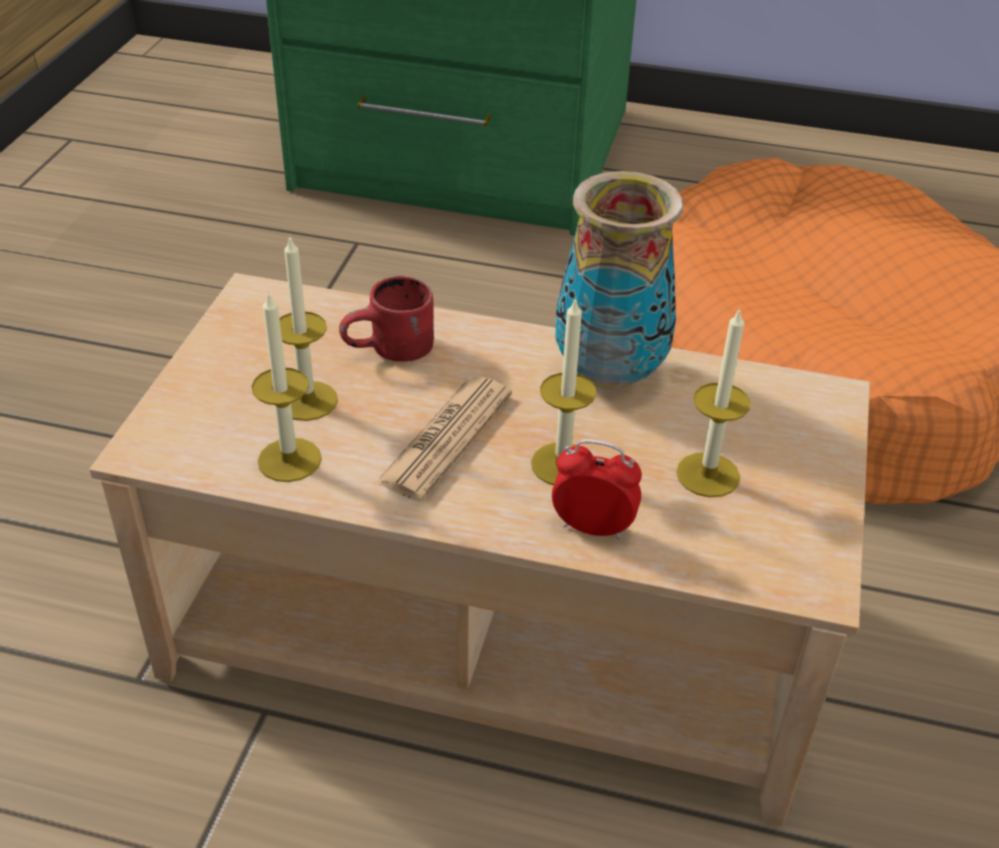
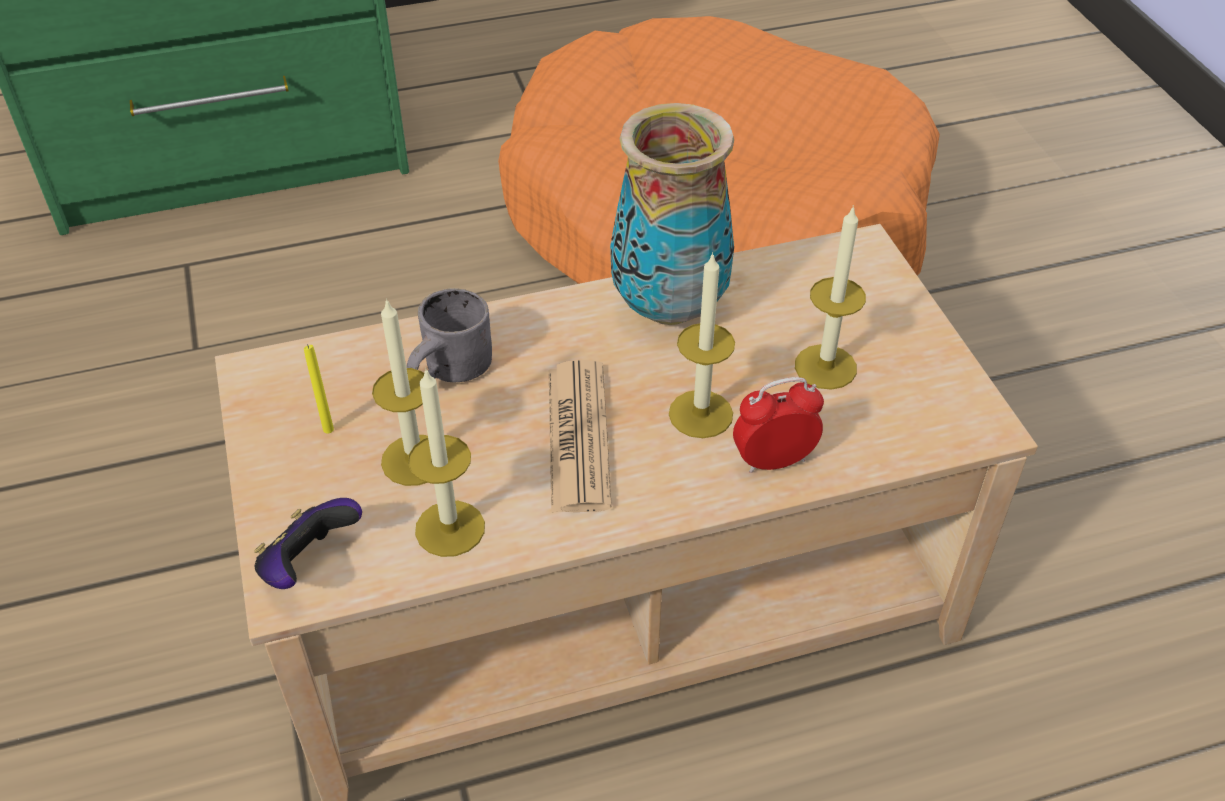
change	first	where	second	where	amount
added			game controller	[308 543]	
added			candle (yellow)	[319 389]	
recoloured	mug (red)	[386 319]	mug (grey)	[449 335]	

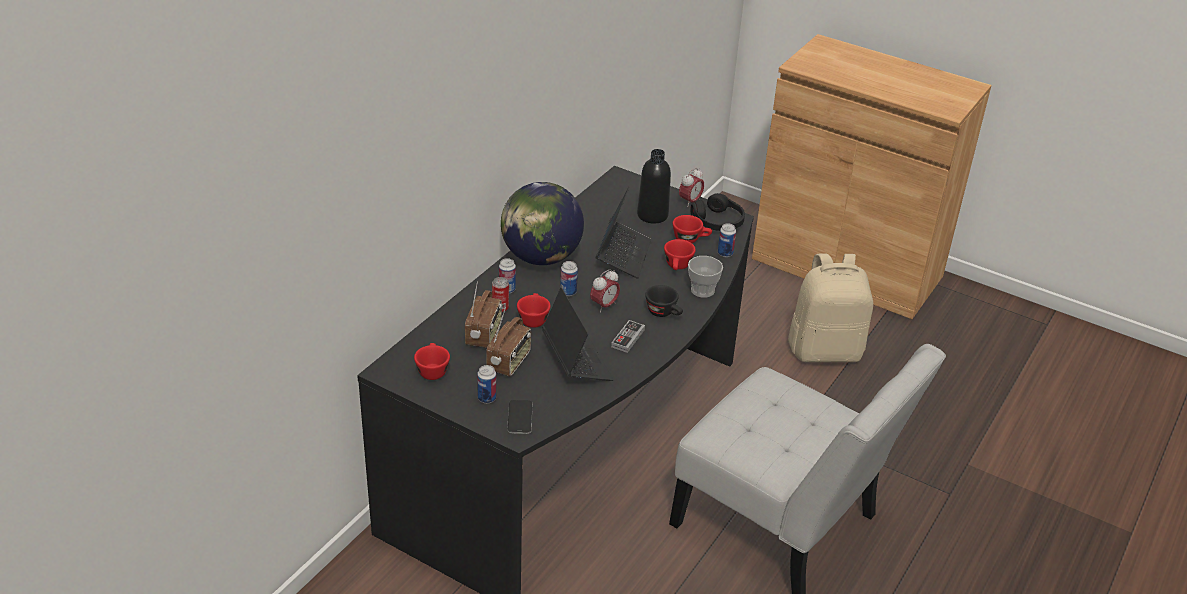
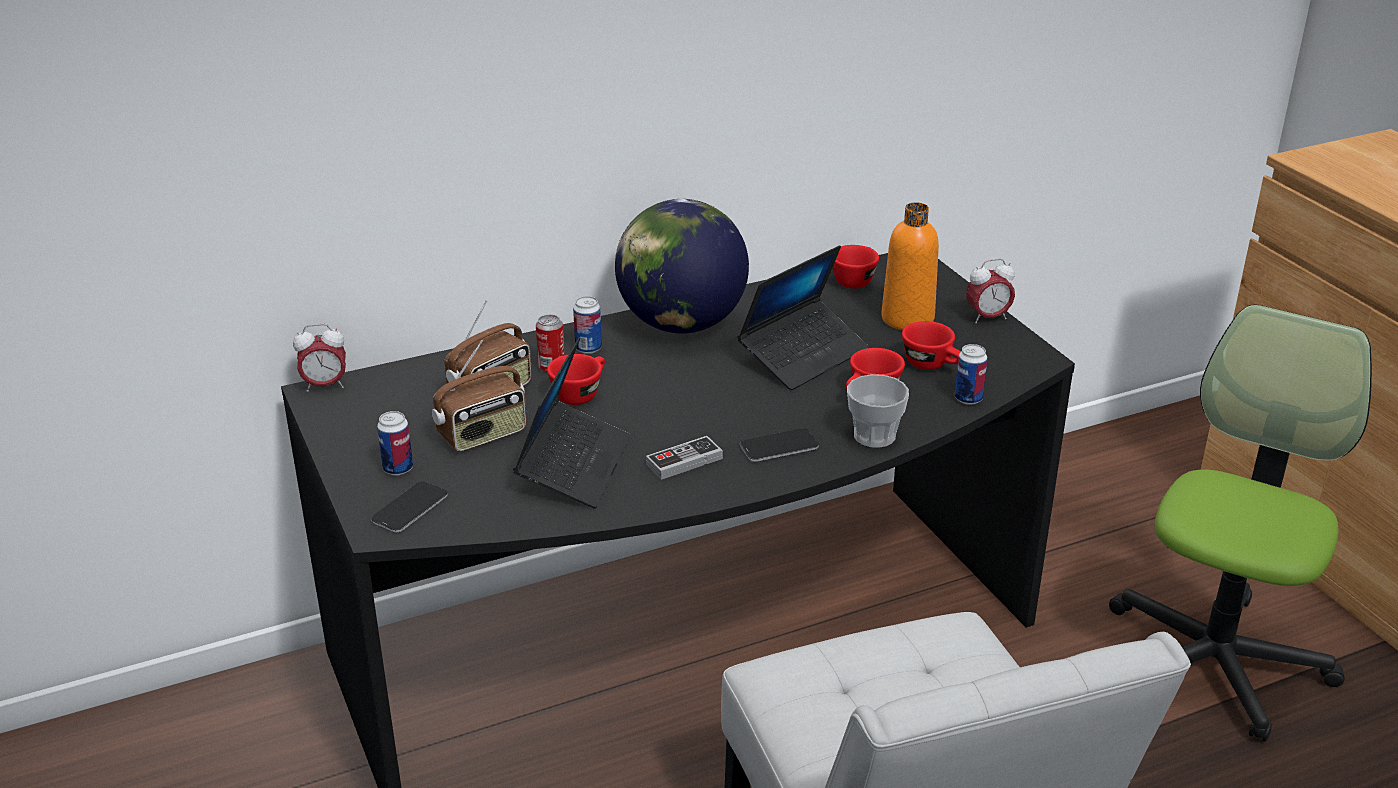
change	first	where	second	where	amount
removed	can	[569 278]			
removed	headphones (black)	[717 212]			
moved	cup (red)	[432 361]		[856 267]	
moved	alarm clock	[605 291]		[319 358]	
replaced	cup (black)	[664 301]	phone	[779 445]	
replaced	backpack (beige)	[830 308]	office chair	[1240 523]	
recoloured	bottle (black)	[654 186]	bottle (orange)	[910 266]	

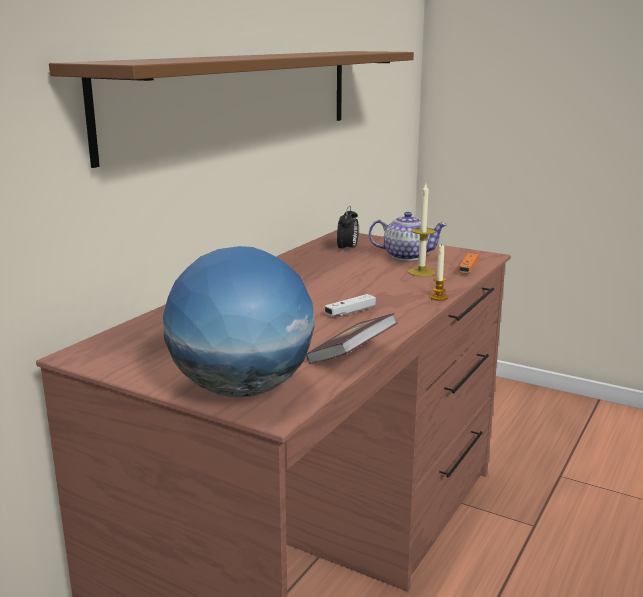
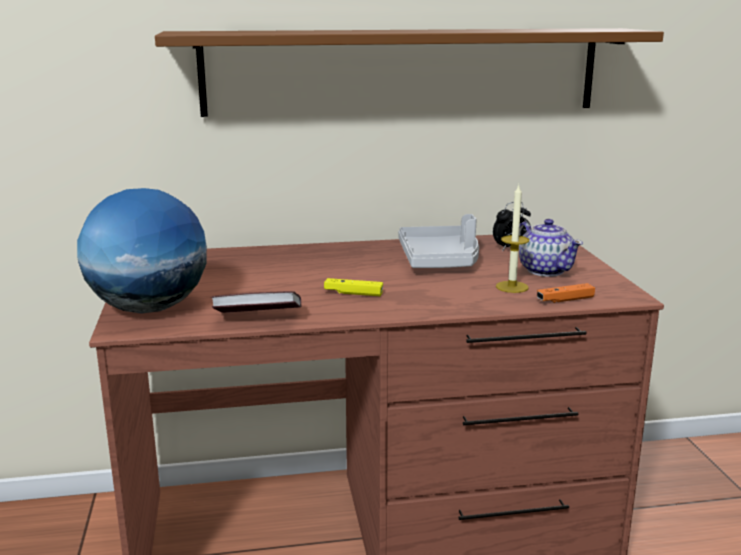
change	first	where	second	where	amount
removed	candle	[438 273]			
added			tray (grey)	[438 241]	
recoloured	game controller (white)	[350 305]	game controller (yellow)	[353 287]	

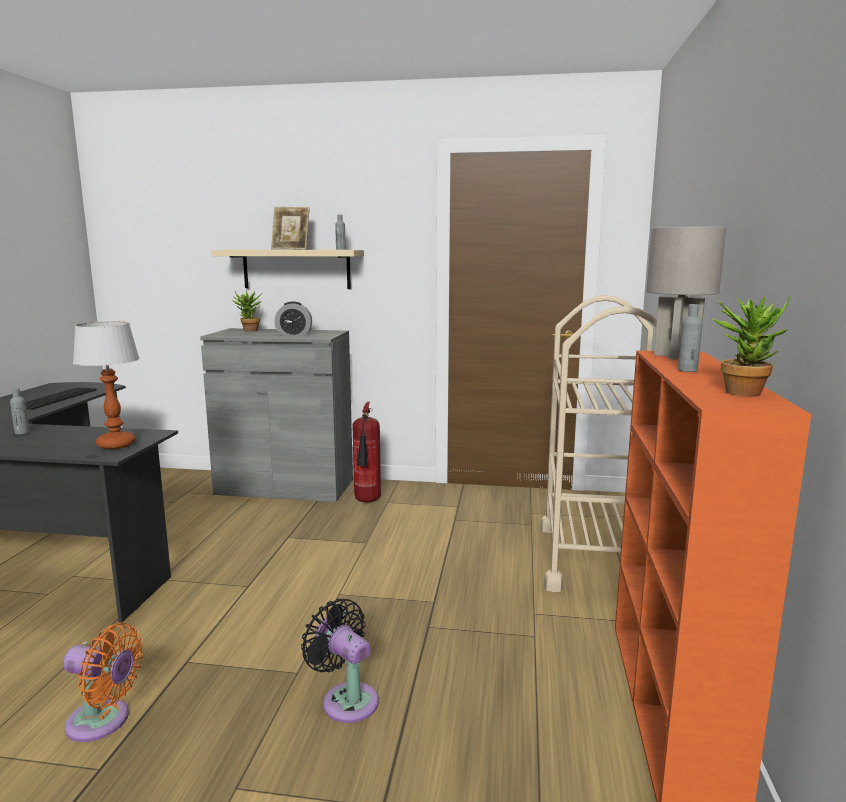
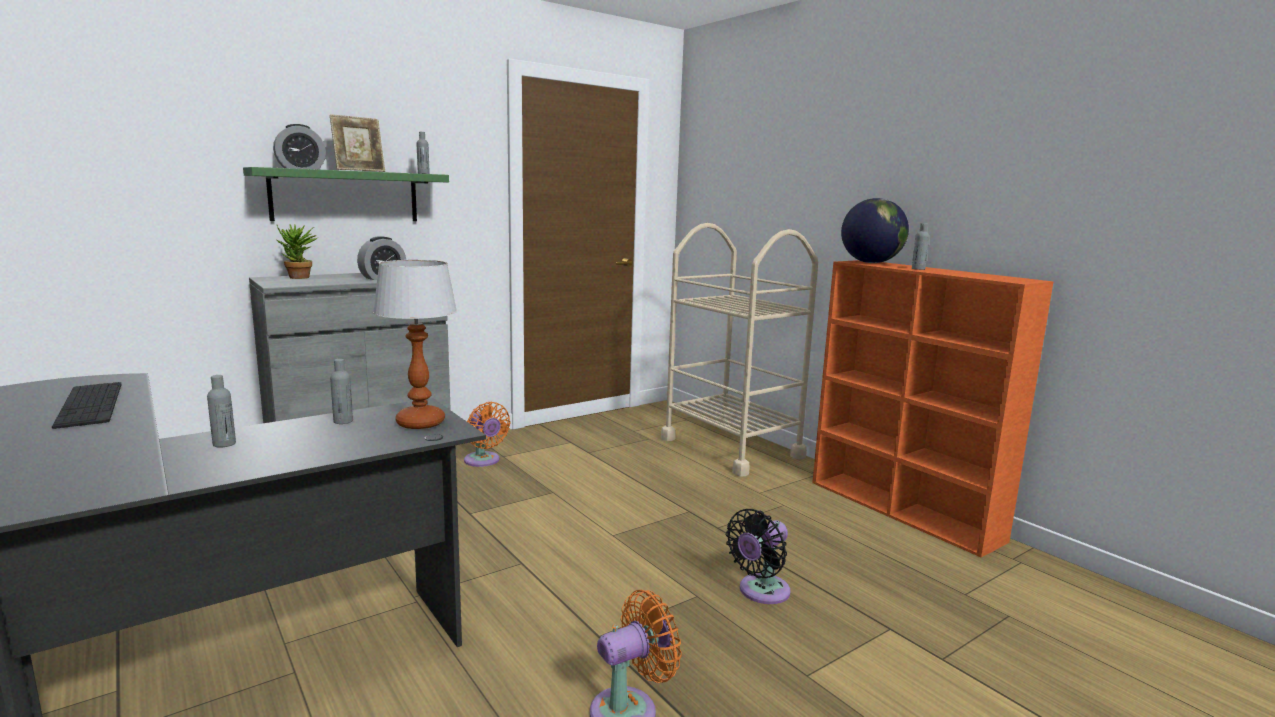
change	first	where	second	where	amount
removed	potted plant	[751 347]			
added			alarm clock	[299 146]	
added			bottle (grey)	[341 391]	
replaced	fire extinguisher	[366 452]	fan (orange)	[487 434]	
replaced	table lamp (grey)	[686 293]	globe	[875 230]	
recoloured	shelf (beige)	[288 269]	shelf (green)	[346 194]	
turned	fan (black)	[340 660]		[758 556]	45 degrees counterclockwise

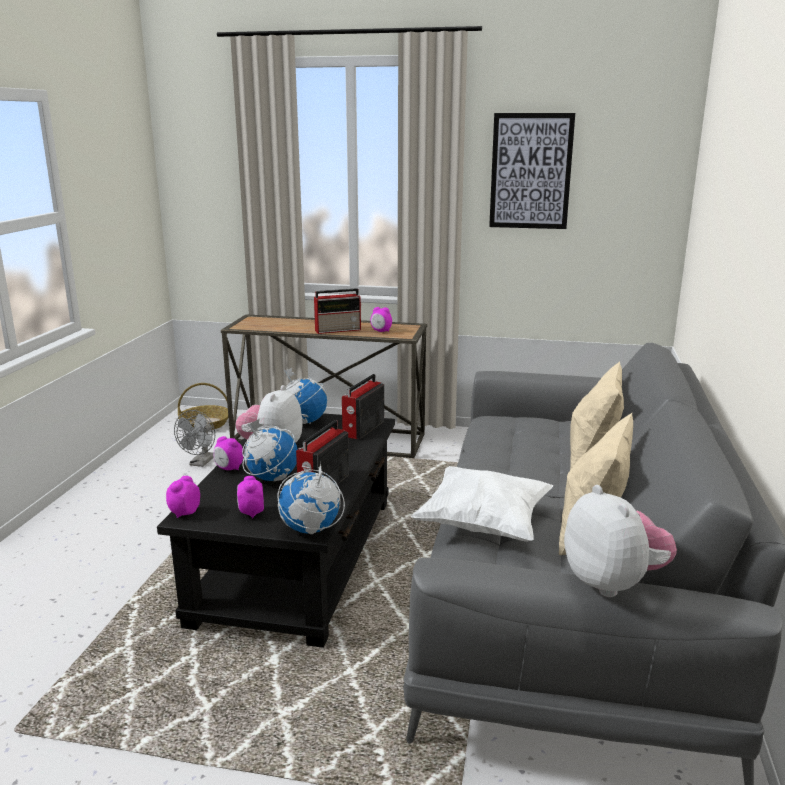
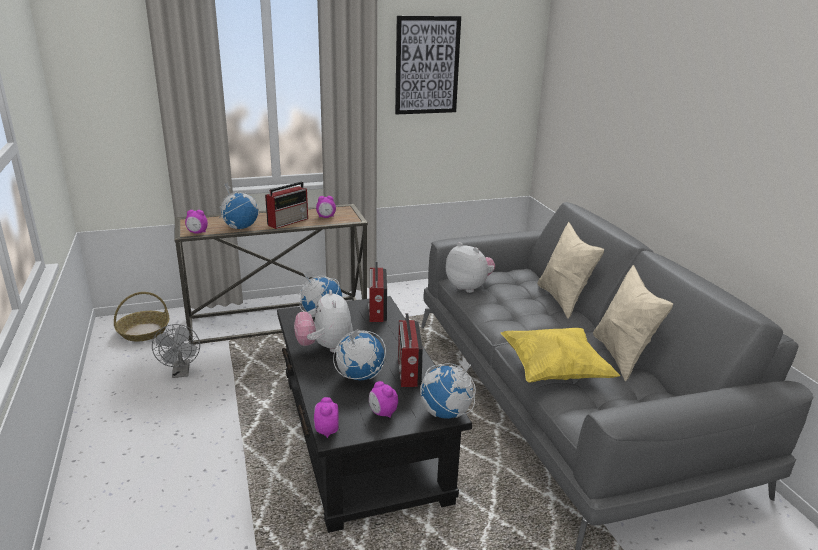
change	first	where	second	where	amount
added			globe	[239 206]	
moved	alarm clock	[228 453]		[196 222]	
moved	plush toy	[620 541]		[470 267]	
recoloured	pillow (white)	[482 504]	pillow (yellow)	[561 355]	

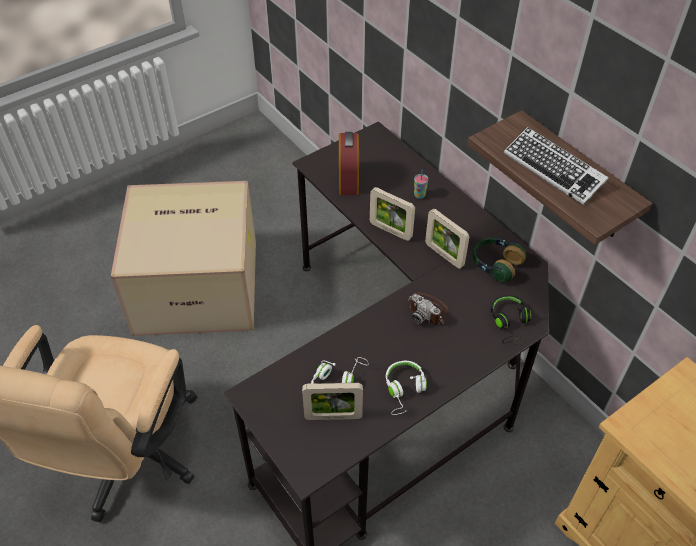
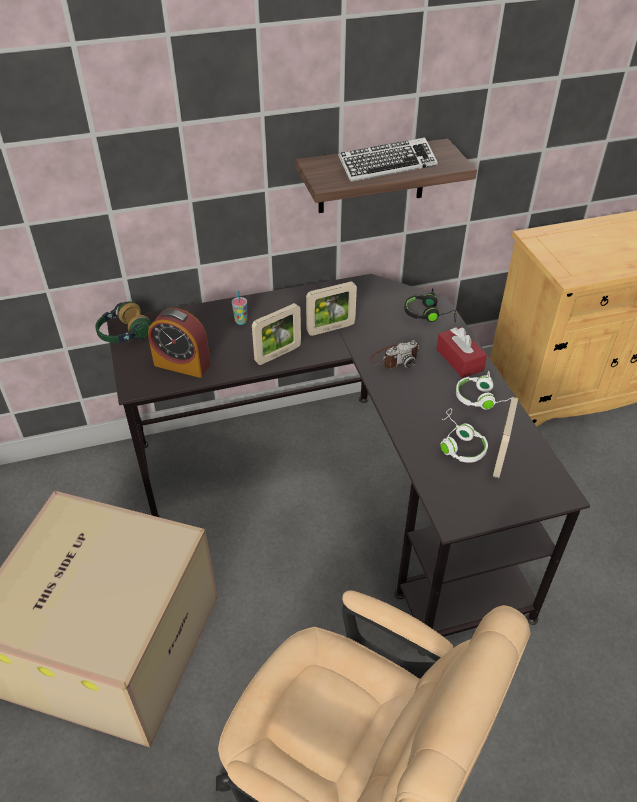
change	first	where	second	where	amount
added			tissue box (red)	[461 352]	
moved	headphones	[499 260]		[123 322]	

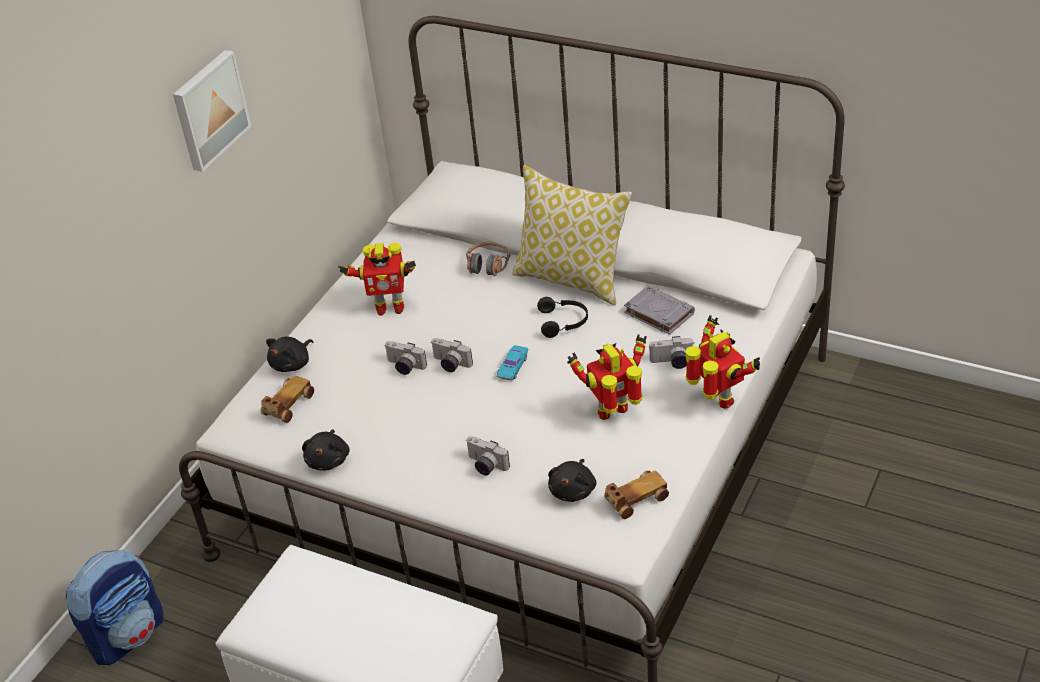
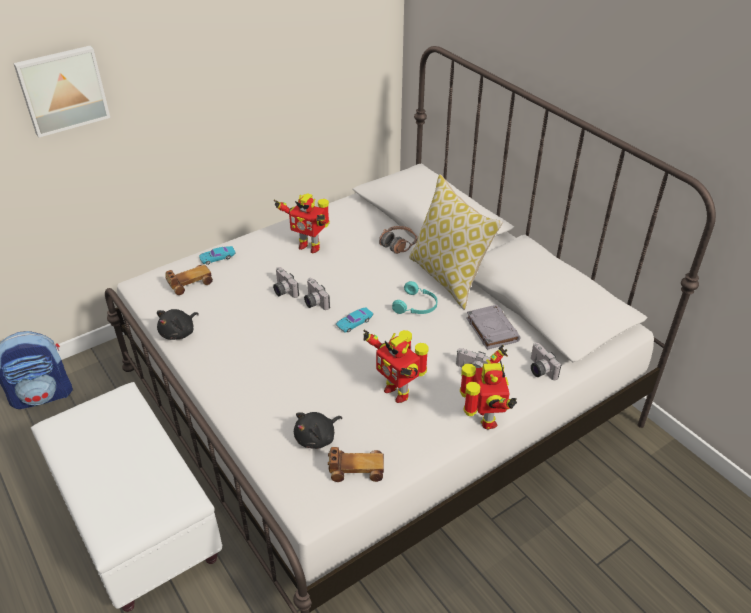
change	first	where	second	where	amount
moved	picture	[212 111]		[62 91]	
moved	photo camera	[488 456]		[546 361]	
replaced	plush toy (black)	[289 354]	toy car (turquoise)	[217 255]	
recoloured	headphones (black)	[562 317]	headphones (turquoise)	[415 297]	
turned	toy robot	[607 377]		[395 366]	135 degrees counterclockwise

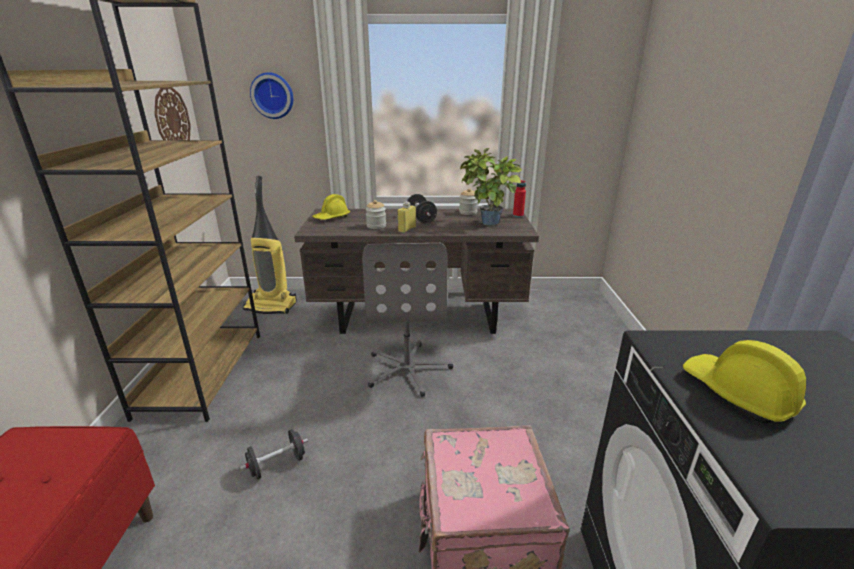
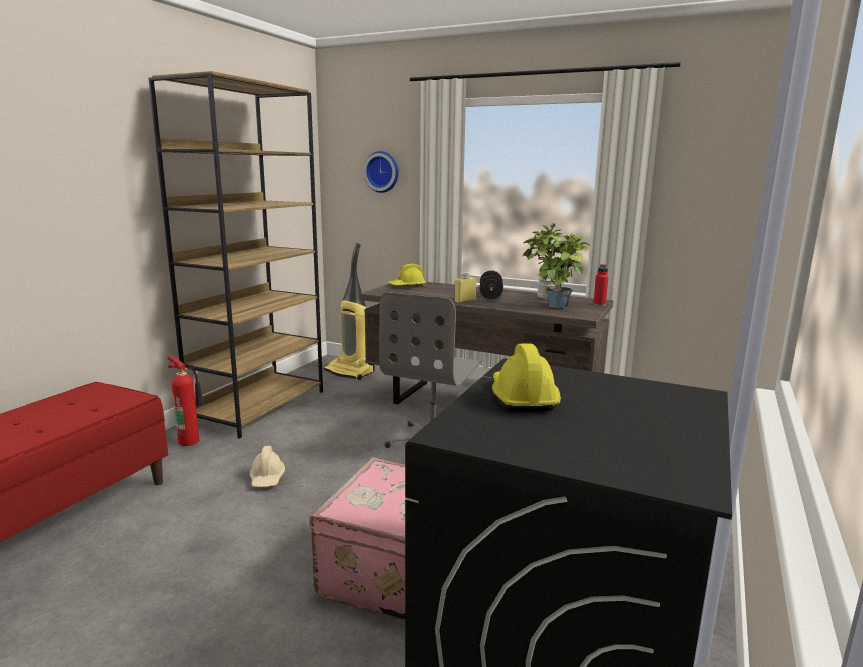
change	first	where	second	where	amount
removed	wall clock	[173 113]			
removed	jar	[376 214]			
added			fire extinguisher	[185 401]	
replaced	dumbbell (black)	[274 454]	hard hat (beige)	[267 466]	

